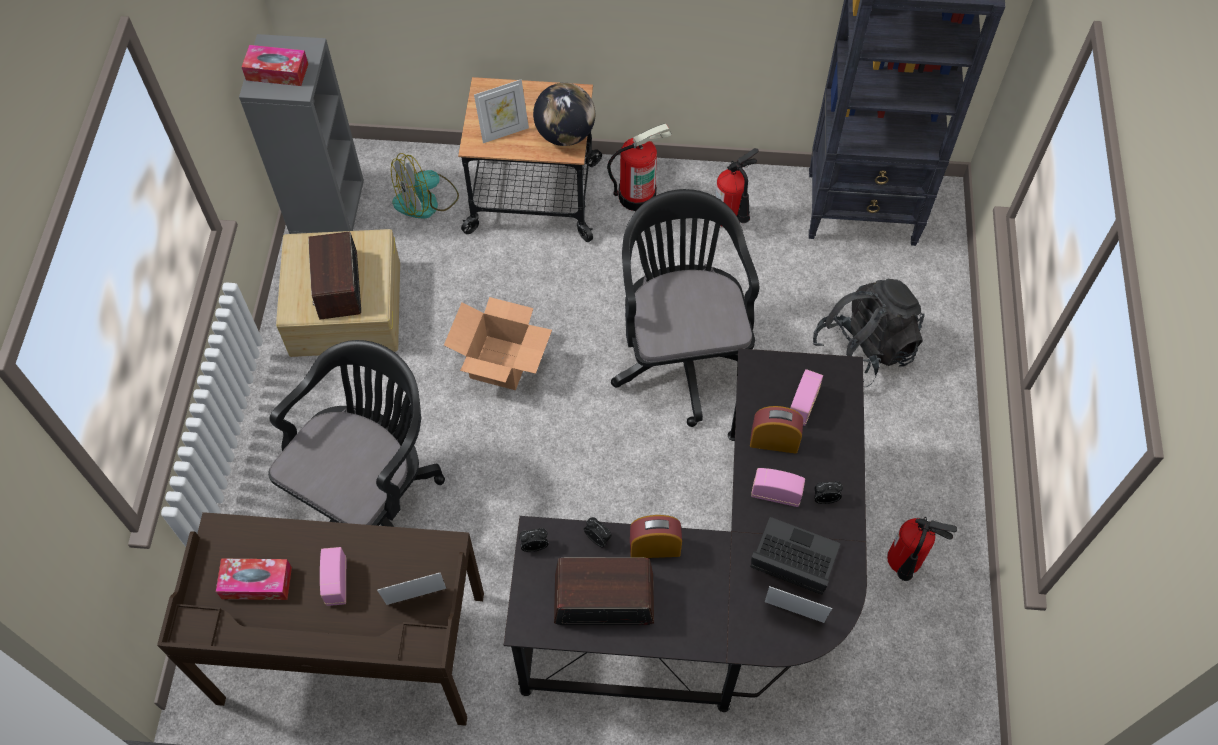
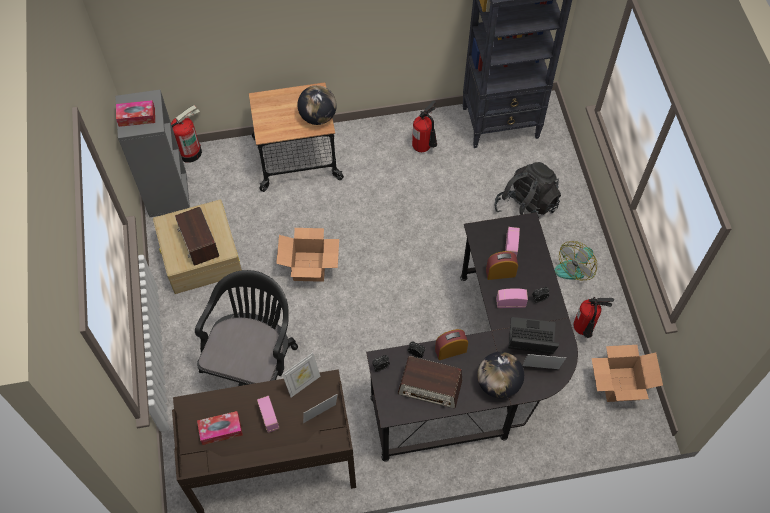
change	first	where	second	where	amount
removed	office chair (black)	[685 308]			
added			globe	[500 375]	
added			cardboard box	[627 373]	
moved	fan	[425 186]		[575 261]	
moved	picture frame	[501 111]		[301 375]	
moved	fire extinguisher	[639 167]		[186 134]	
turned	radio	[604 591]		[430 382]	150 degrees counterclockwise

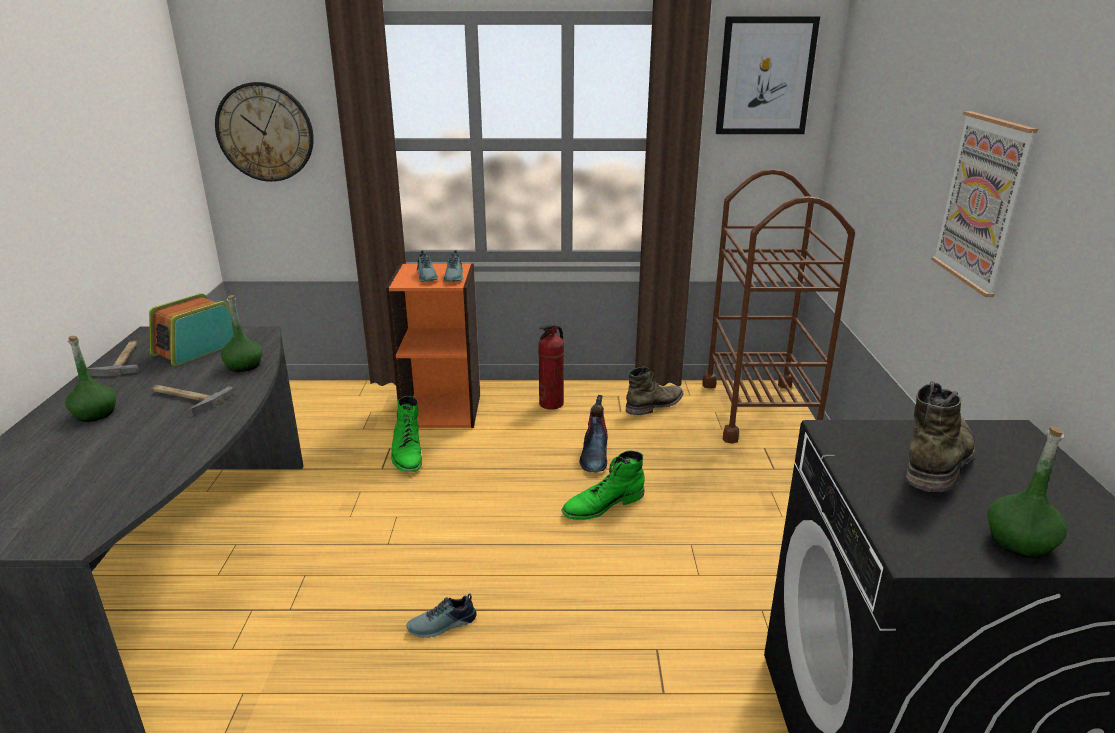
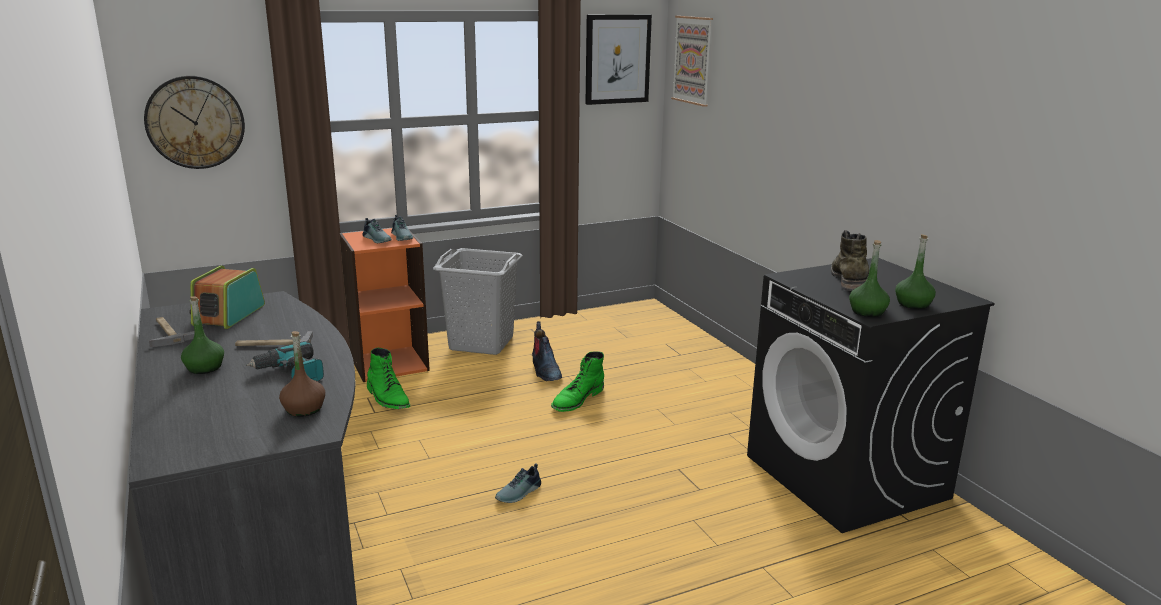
change	first	where	second	where	amount
removed	boot (green)	[655 390]			
removed	cart (brown)	[778 306]			
added			power drill	[285 361]	
added			bottle (brown)	[302 374]	
moved	bottle (green)	[242 333]		[869 278]	
moved	picture	[984 204]		[692 61]	
replaced	fire extinguisher	[551 367]	laundry basket (grey)	[478 301]	

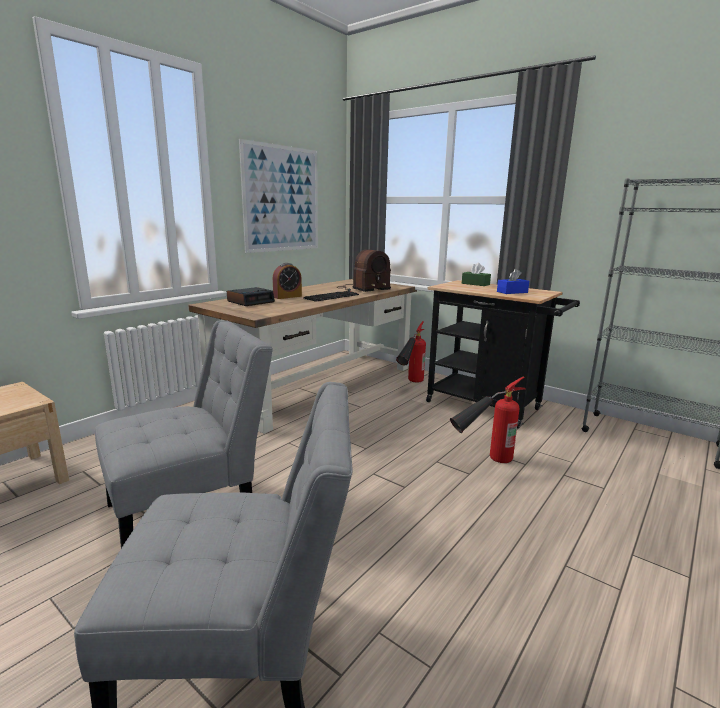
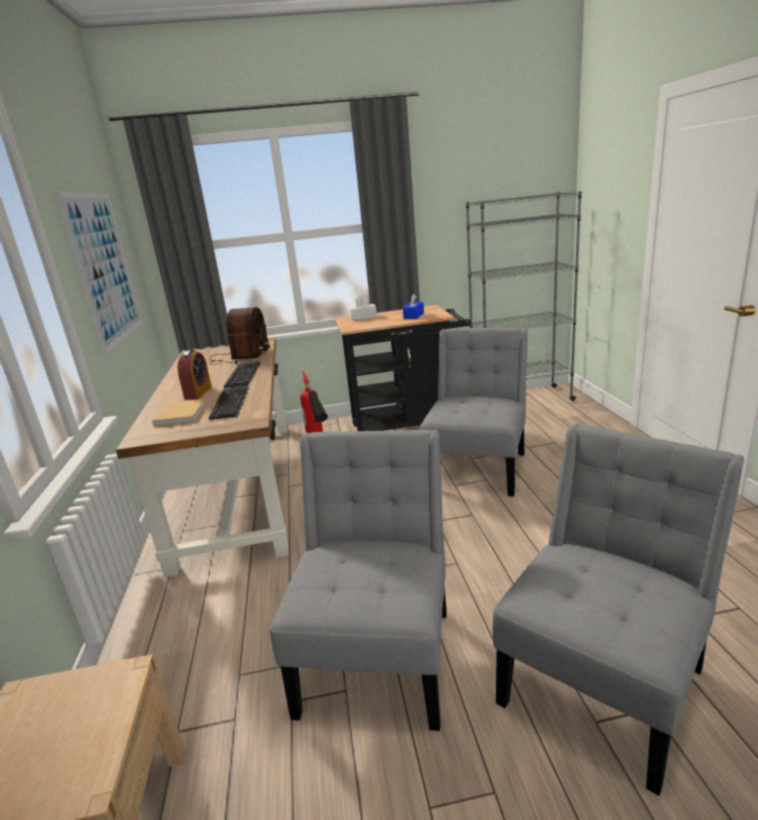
change	first	where	second	where	amount
added			keyboard	[229 403]	
replaced	alarm clock	[251 296]	book (beige)	[179 412]	
replaced	fire extinguisher	[488 420]	chair (grey)	[474 412]	
recoloured	tissue box (green)	[476 274]	tissue box (white)	[363 308]	

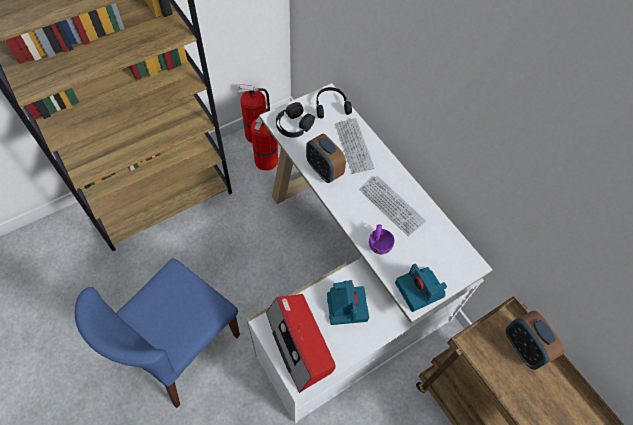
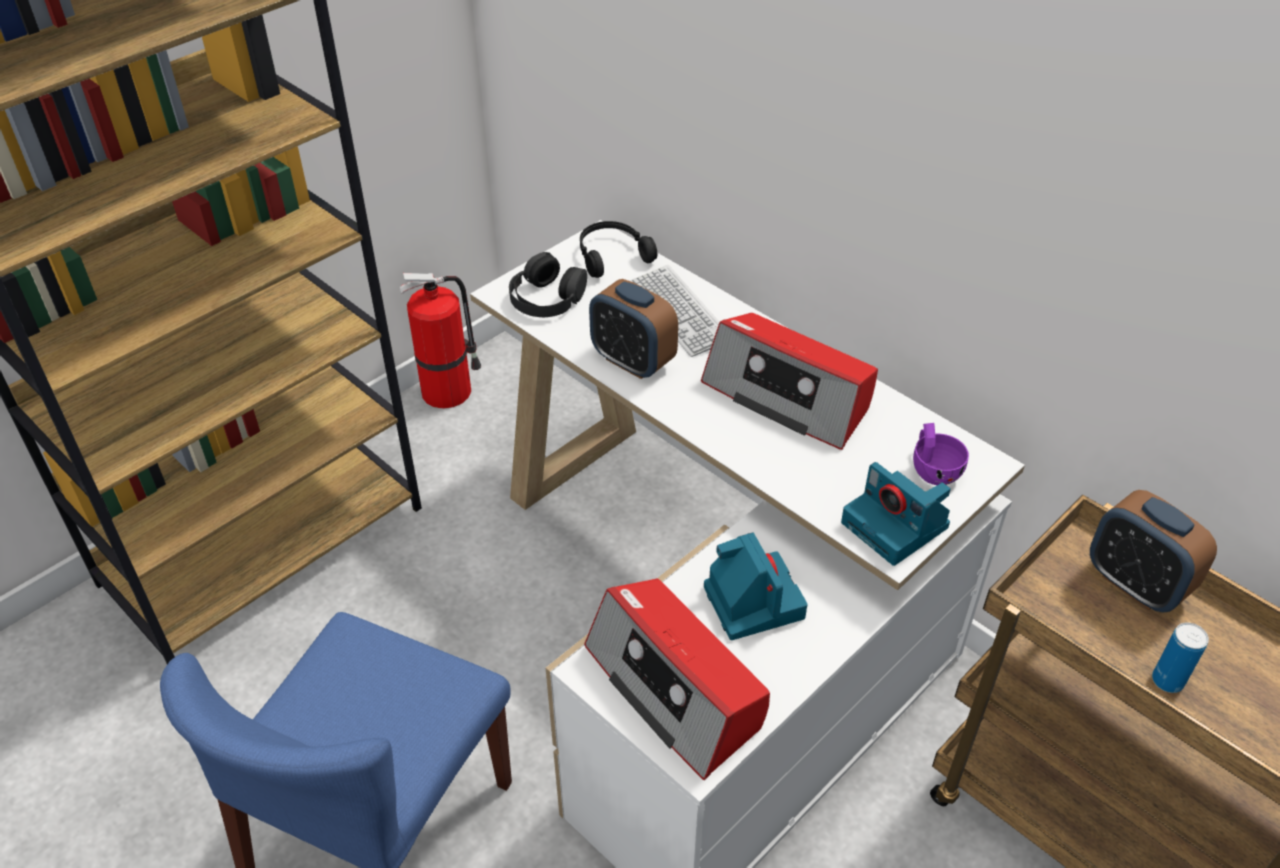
change	first	where	second	where	amount
removed	fire extinguisher	[264 139]			
added			can	[1180 657]	
moved	cup (purple)	[382 239]		[941 454]	
replaced	keyboard	[393 206]	radio	[789 381]	

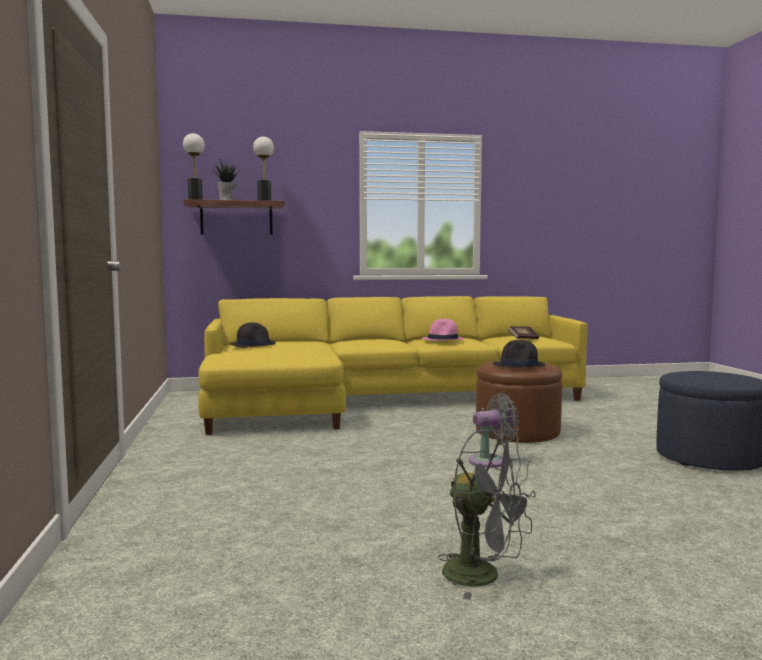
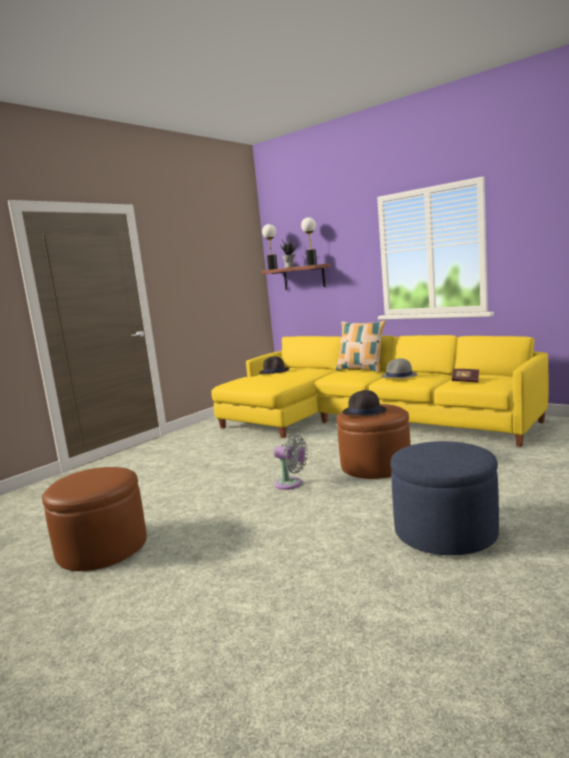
change	first	where	second	where	amount
added			pillow	[361 346]	
replaced	fan (grey)	[486 514]	ottoman (brown)	[94 519]	
recoloured	hat (pink)	[443 330]	hat (grey)	[399 368]	

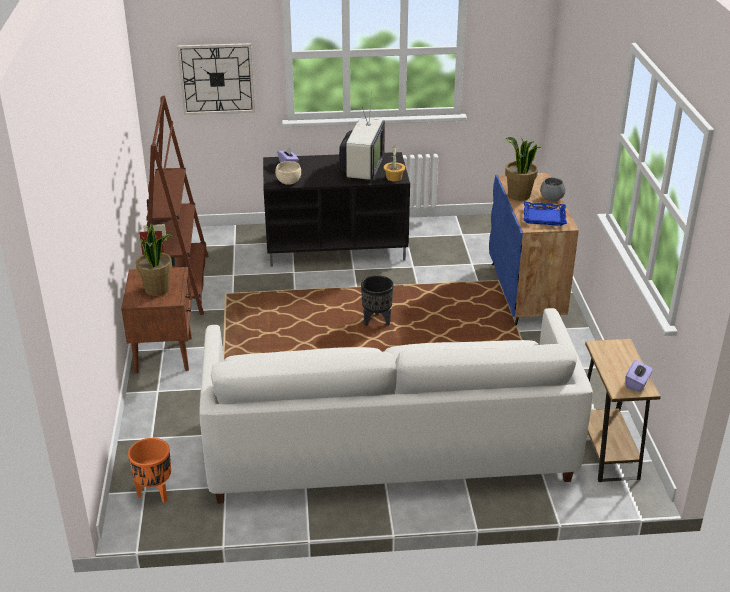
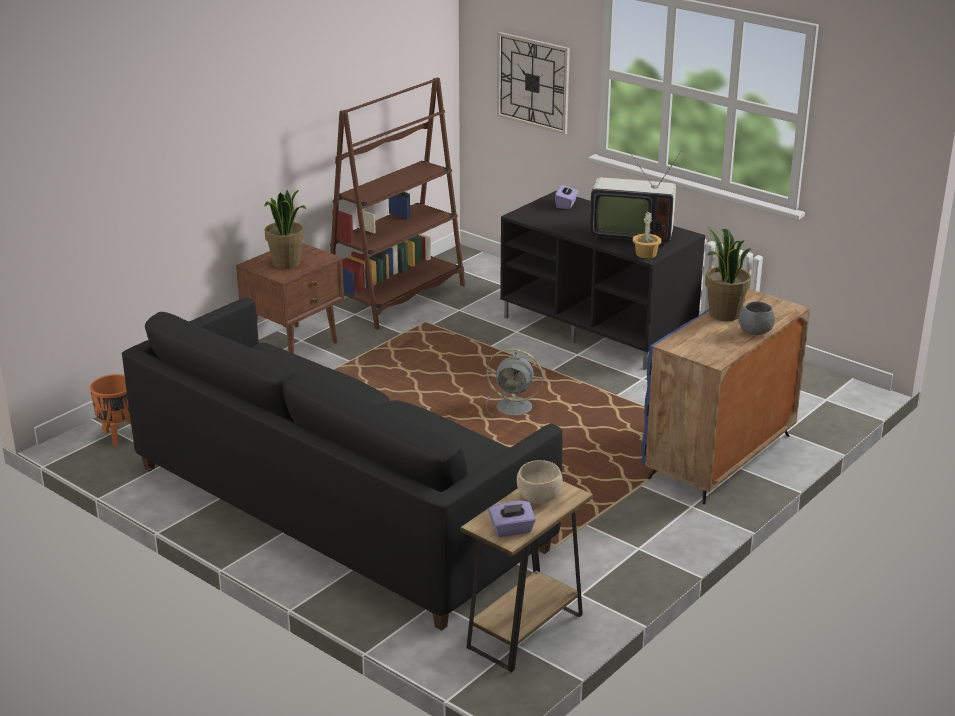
change	first	where	second	where	amount
removed	tray (blue)	[545 214]			
moved	bowl (beige)	[288 173]		[539 481]	
replaced	planter (black)	[377 300]	fan (grey)	[514 382]	
recoloured	sofa (white)	[396 406]	sofa (black)	[342 464]	
turned	television	[362 135]		[636 198]	45 degrees clockwise

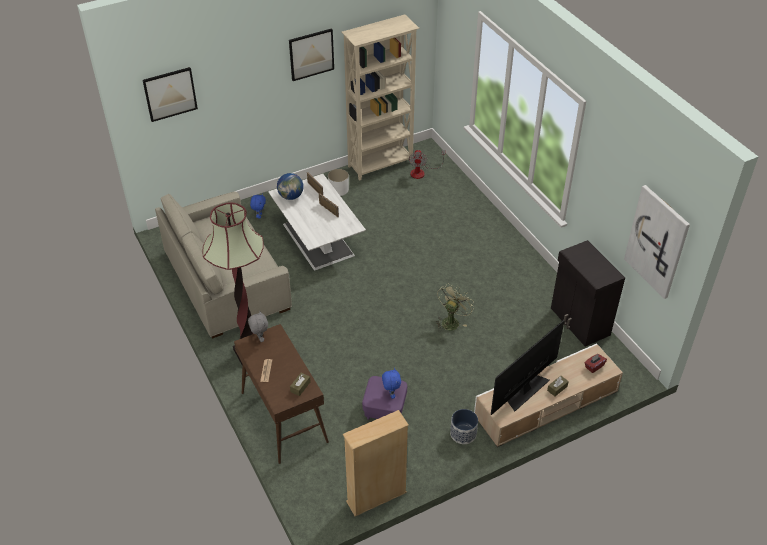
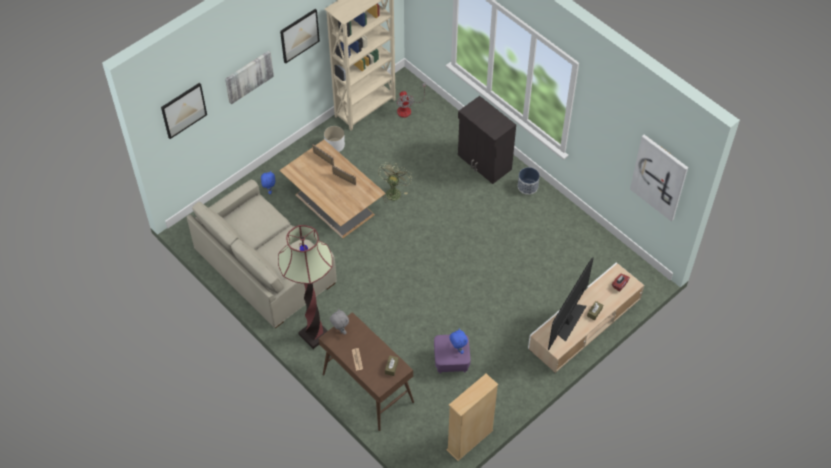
change	first	where	second	where	amount
removed	globe	[290 186]			
added			picture	[249 77]	
moved	fan (green)	[455 307]		[395 181]	
moved	planter	[464 426]		[529 181]	
moved	cabinet (black)	[588 293]		[487 140]	
recoloured	coffee table (white)	[317 222]	coffee table (brown)	[332 189]	

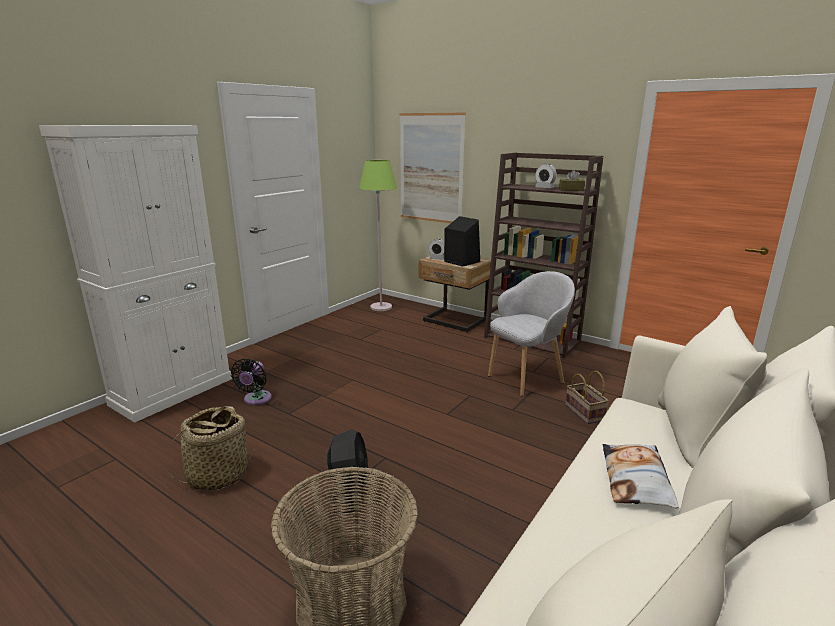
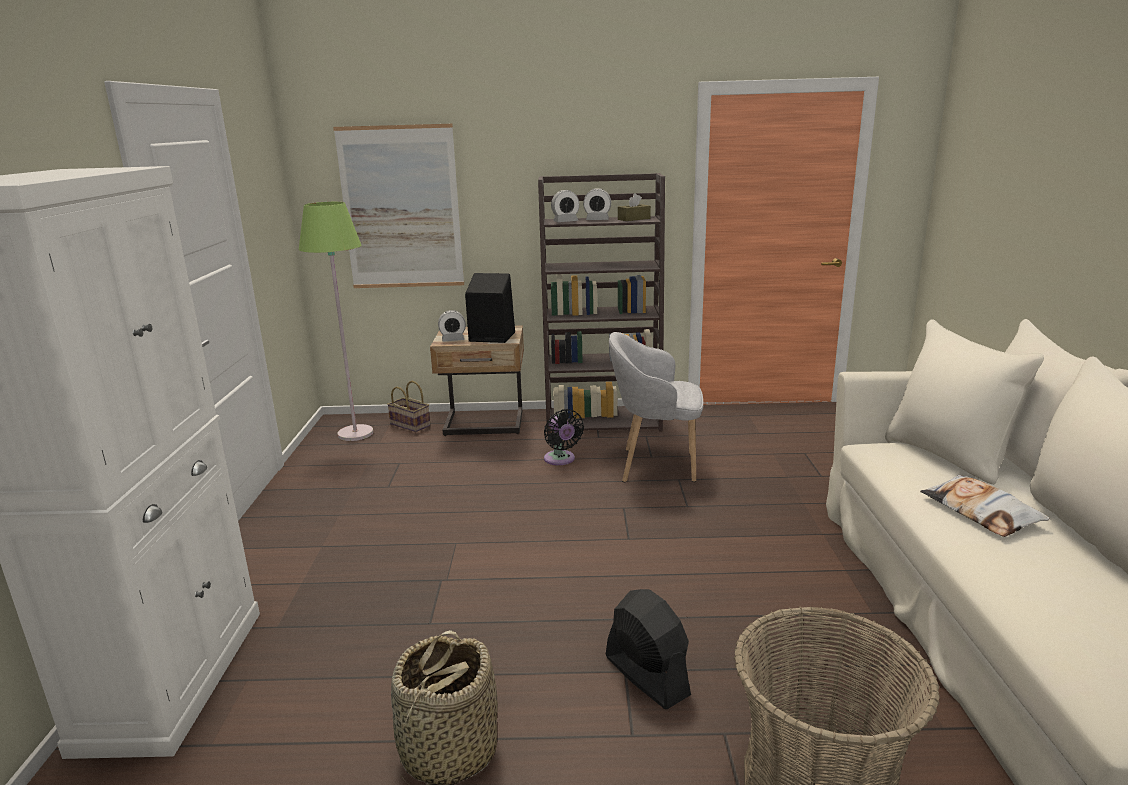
change	first	where	second	where	amount
added			alarm clock	[565 206]	
moved	fan (black)	[251 381]		[564 437]	
moved	basket	[587 397]		[408 406]	
turned	armchair (grey)	[531 333]		[656 407]	105 degrees counterclockwise

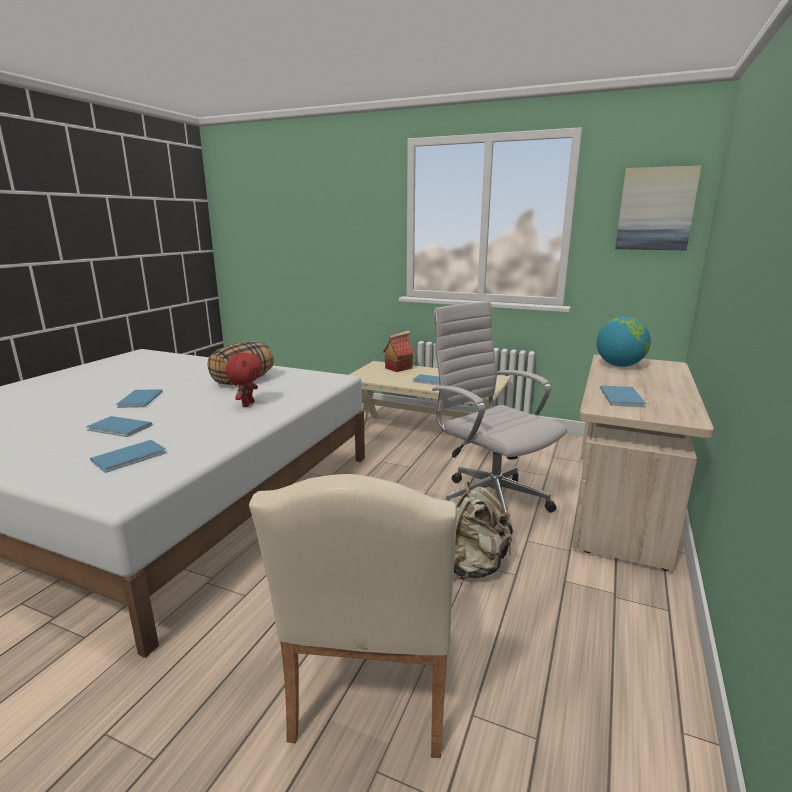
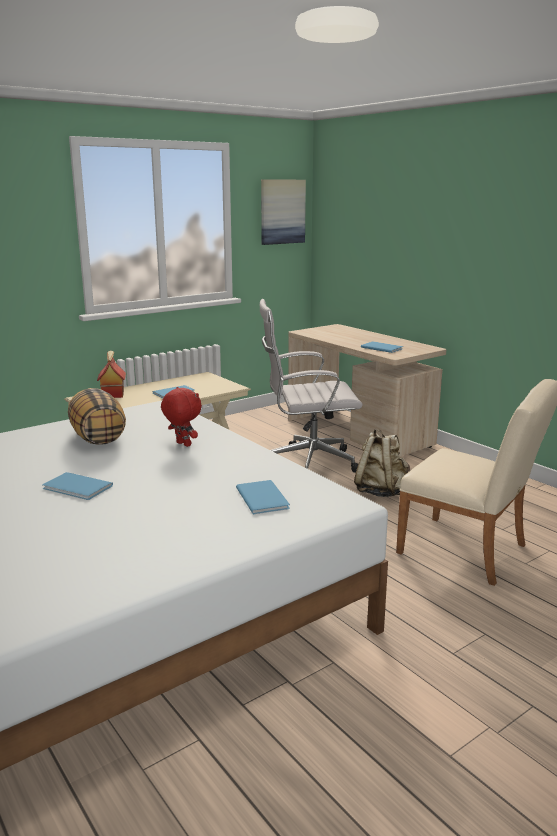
change	first	where	second	where	amount
removed	book (blue)	[119 426]			
removed	globe	[623 342]			

